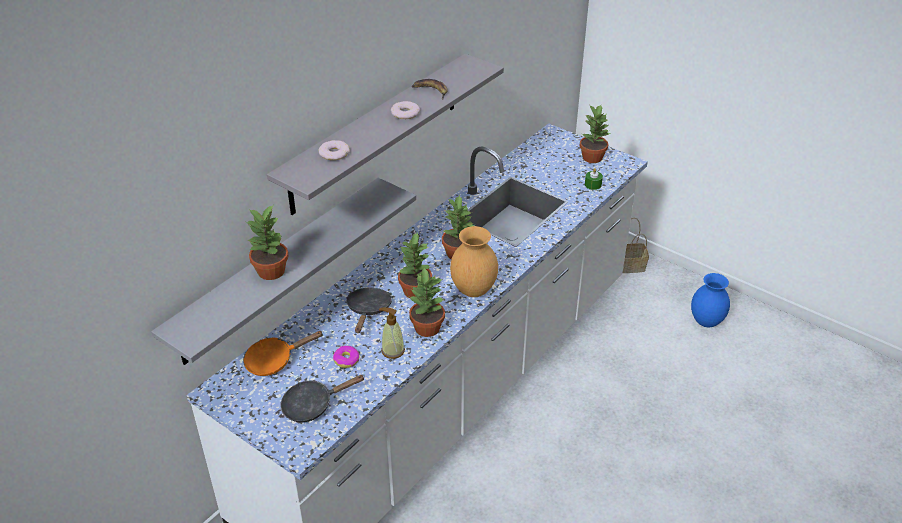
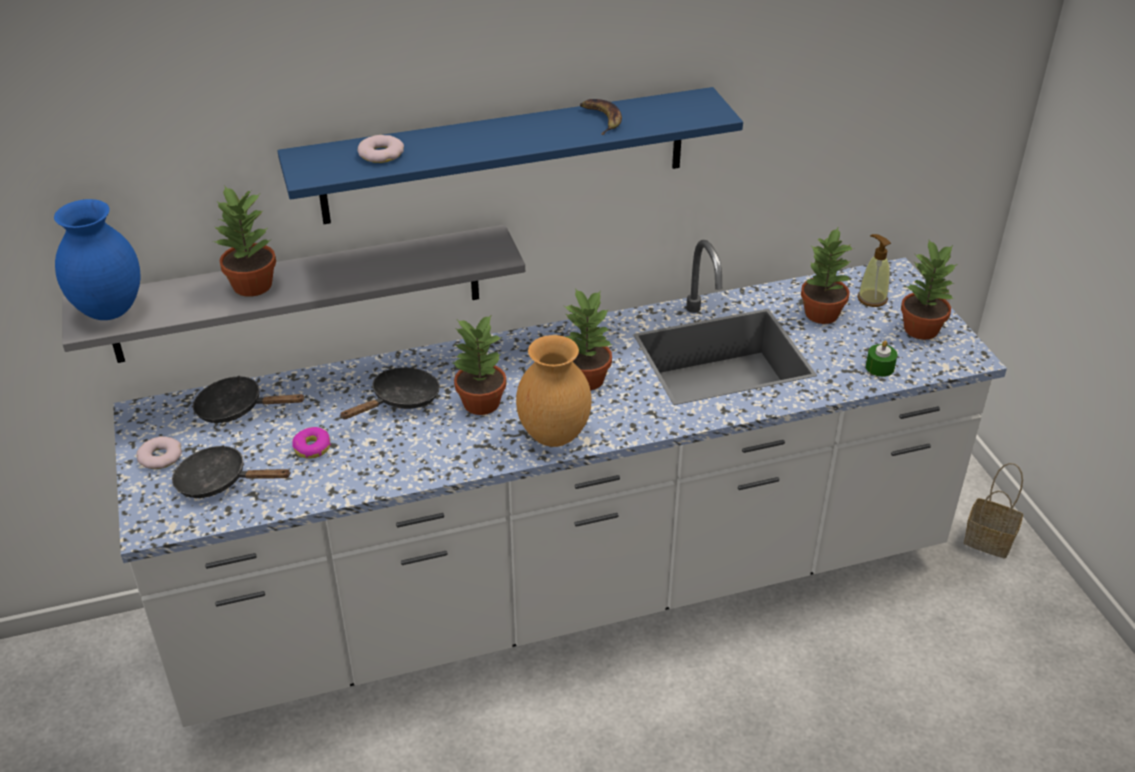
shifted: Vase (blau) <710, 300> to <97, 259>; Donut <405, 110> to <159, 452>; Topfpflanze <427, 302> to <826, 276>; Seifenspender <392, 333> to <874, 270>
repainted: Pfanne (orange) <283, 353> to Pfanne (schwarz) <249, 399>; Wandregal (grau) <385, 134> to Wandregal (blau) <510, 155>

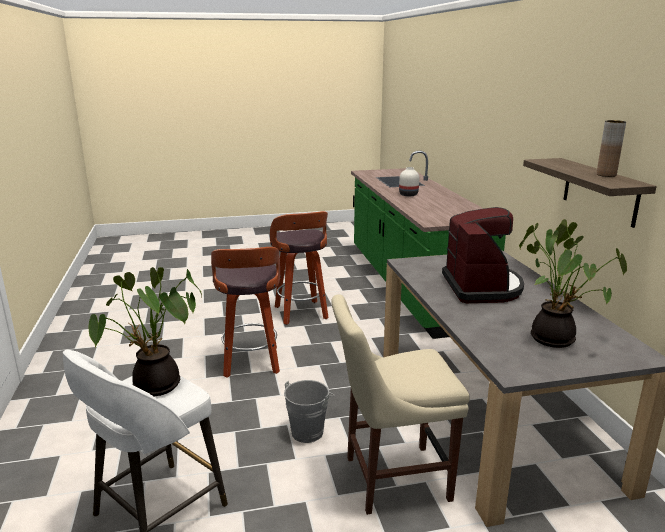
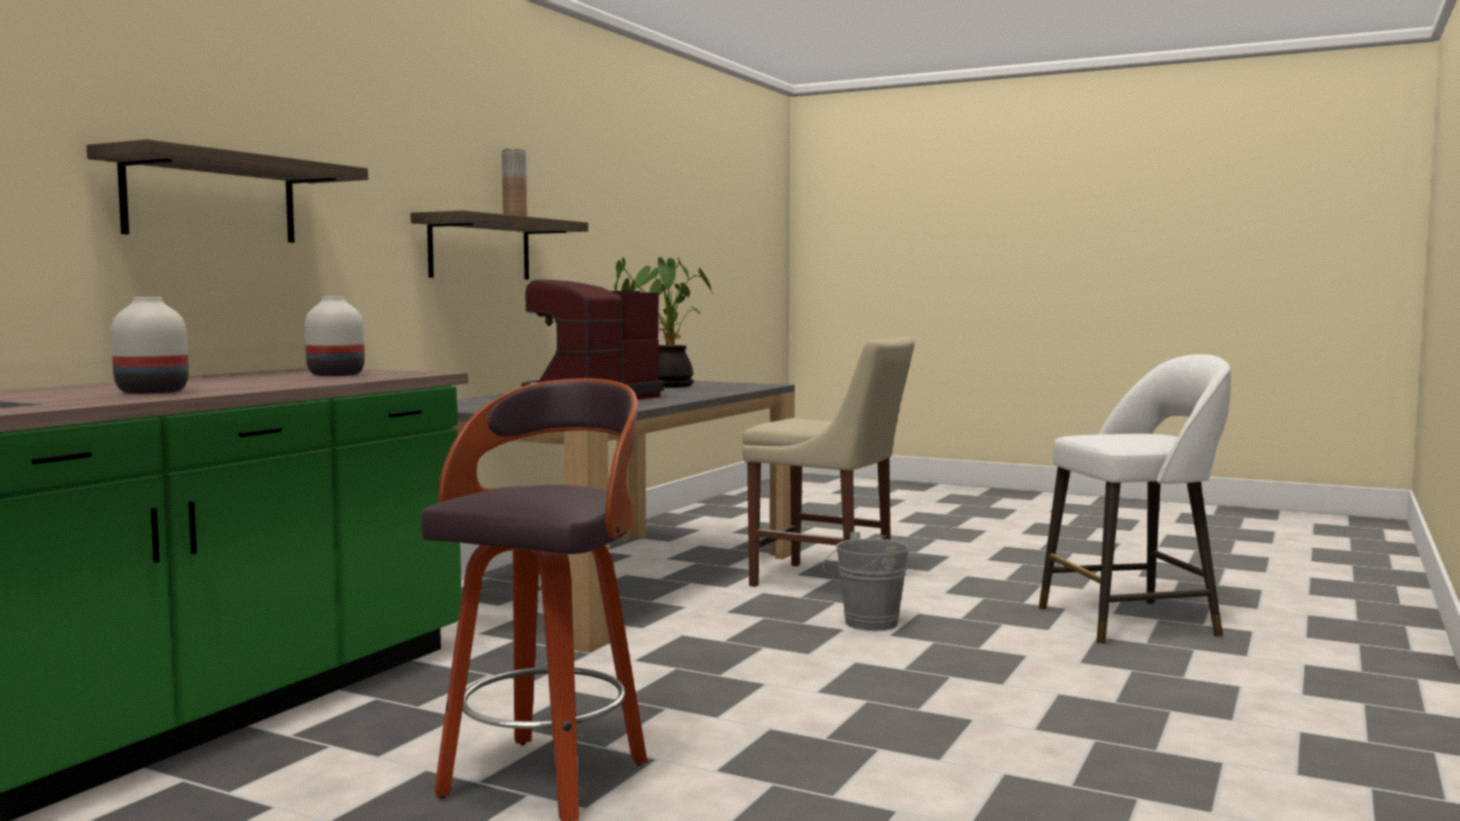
gone: Topfpflanze <145, 331>; Hocker <246, 312>
new: Wandregal <227, 191>; Vase (weiß) <335, 336>

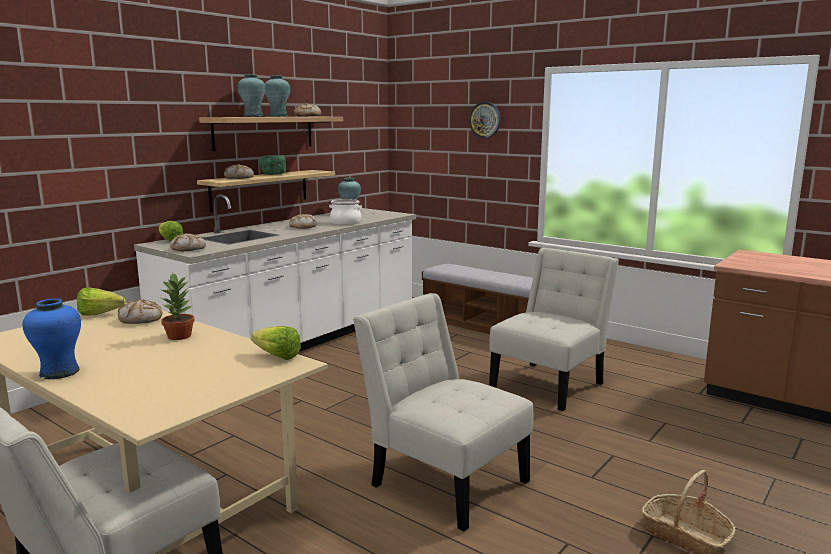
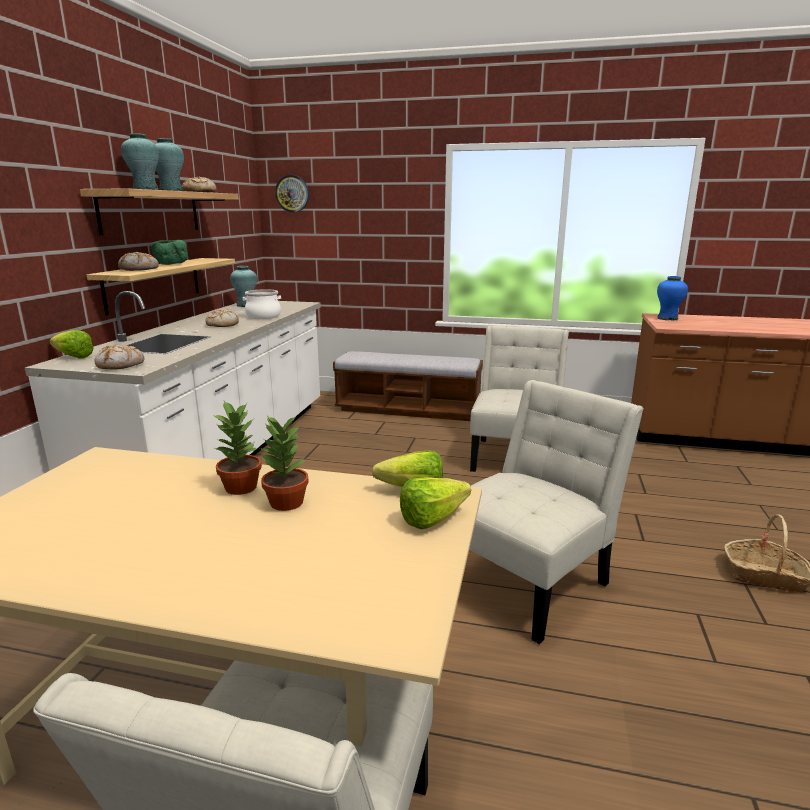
gone: Brot <140, 311>
new: Topfpflanze <284, 463>
shifted: Wanduhr <485, 120> to <292, 194>; Salatkopf <101, 302> to <435, 503>; Vase (blau) <52, 338> to <672, 298>
rotated: Stuhl (weiß) <443, 412> = <556, 512> 120 degrees clockwise

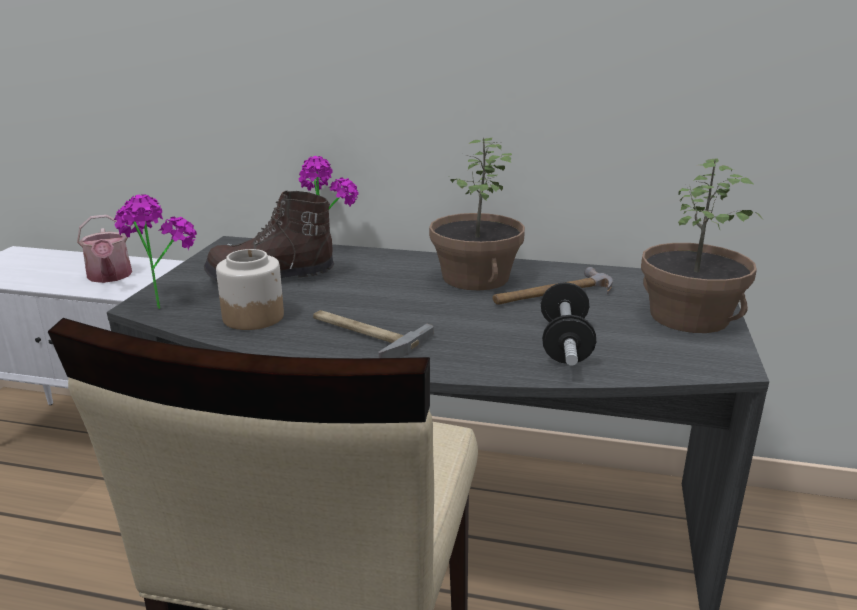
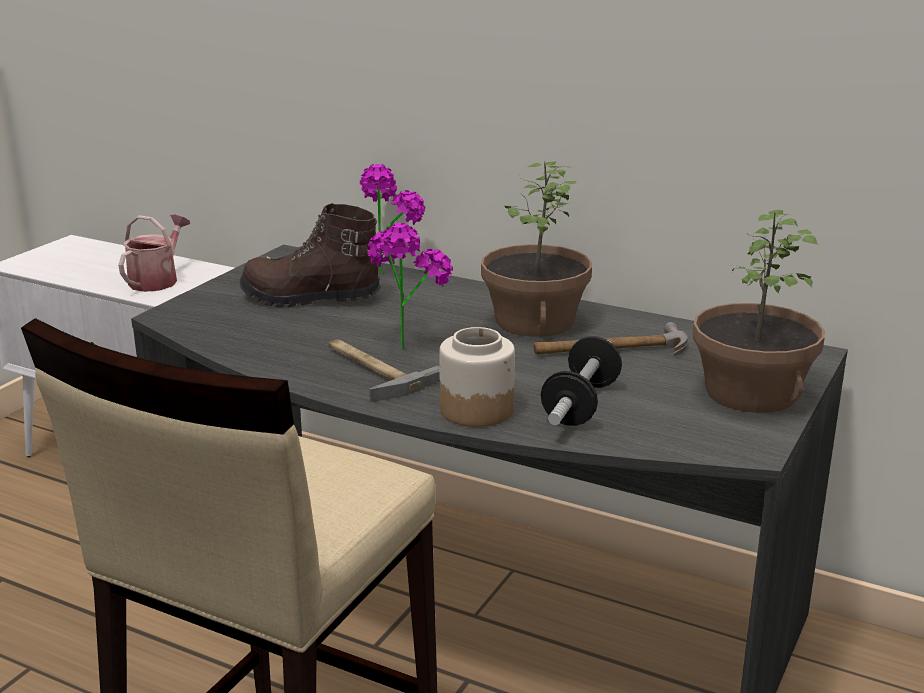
shifted: Topfpflanze <155, 251> to <410, 286>; Vorratsglas <250, 289> to <477, 377>
rotated: Gießkanne <104, 249> = <154, 253> 150 degrees counterclockwise

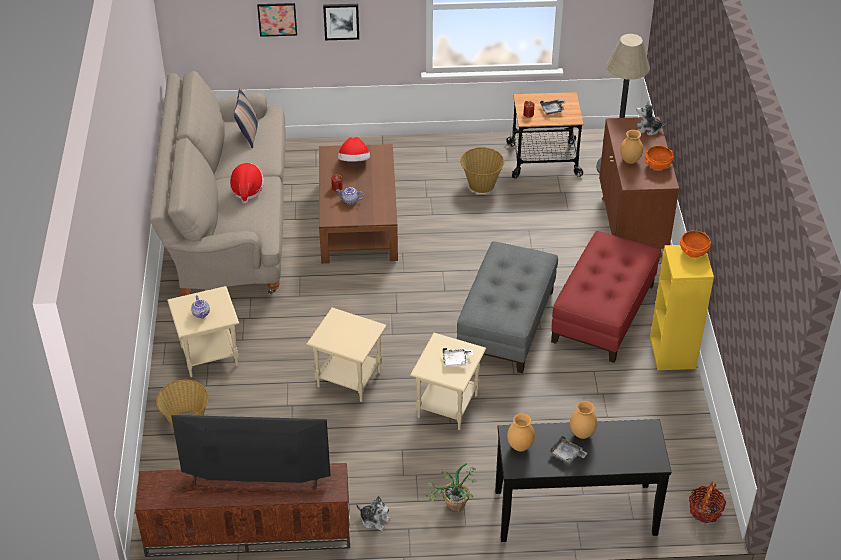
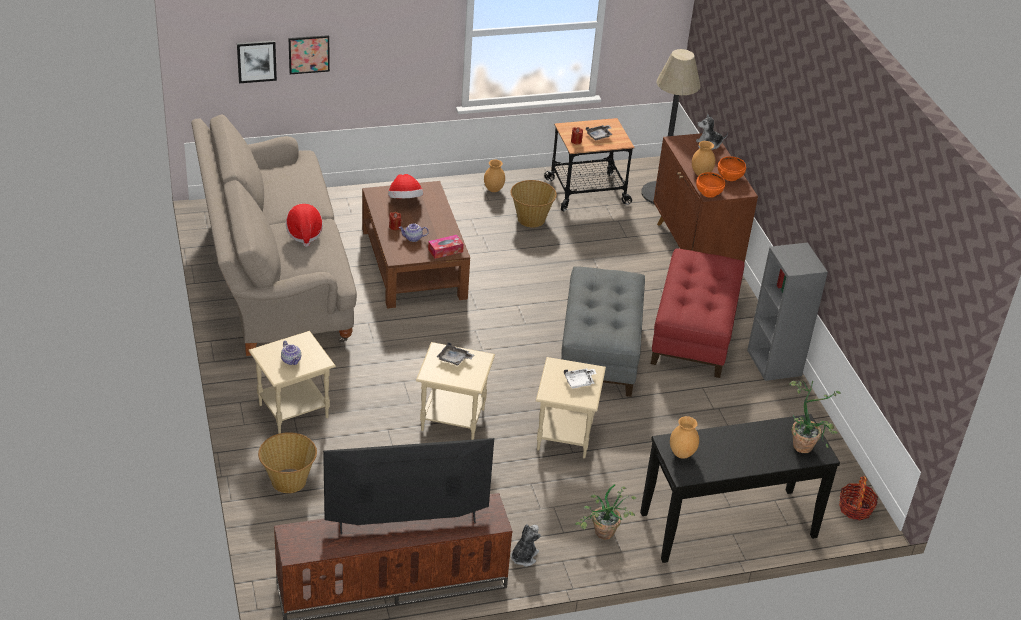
gone: Kissen <246, 117>
new: Taschentuchbox <446, 247>; Topfpflanze <815, 417>
shifted: Bild <341, 22> to <257, 61>; Tablett (grau) <568, 449> to <455, 354>; Vase (braun) <583, 420> to <494, 176>; Schüssel (orange) <695, 244> to <710, 185>
repainted: Bücherregal (gelb) <682, 307> to Bücherregal (grau) <787, 312>
rotated: Plüschtier <373, 513> = <526, 545> 75 degrees counterclockwise

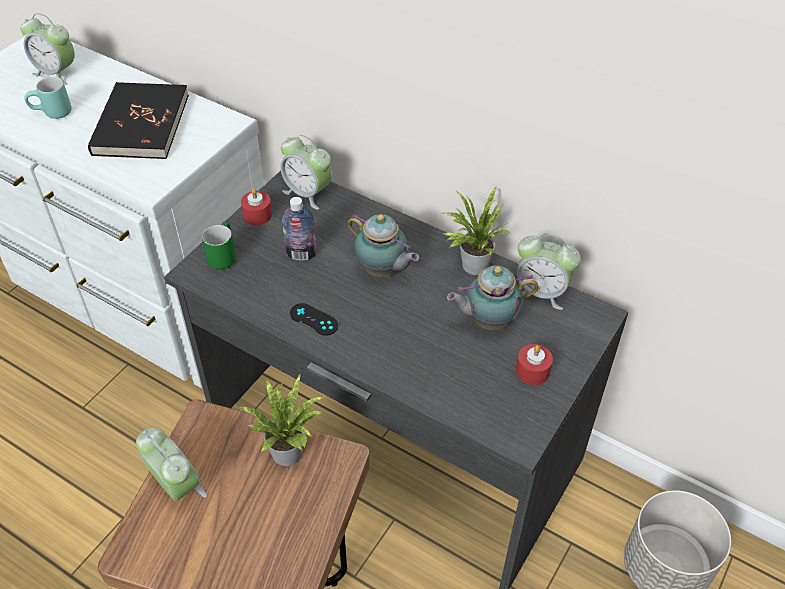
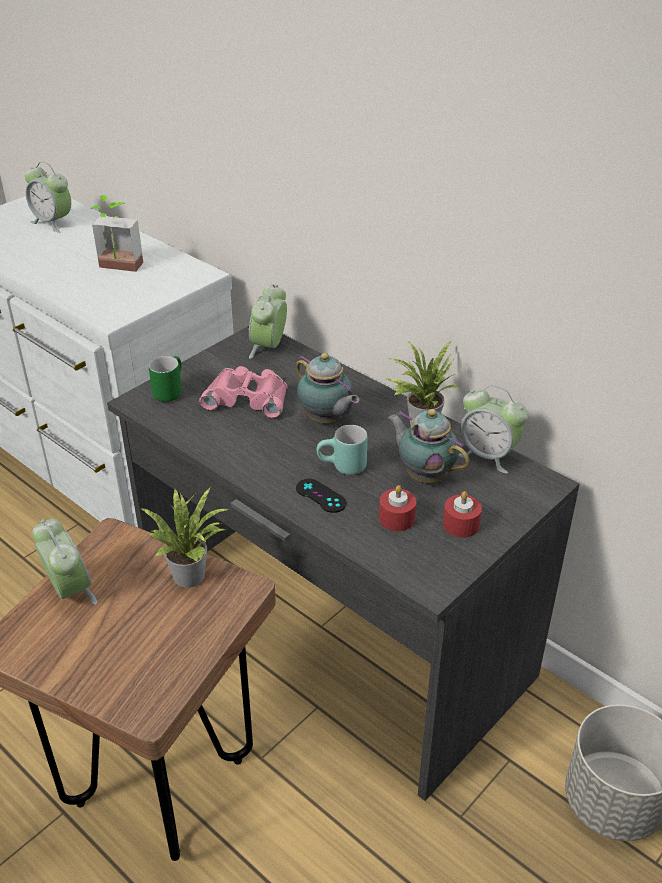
shifted: Gamepad (schwarz) <314, 319> to <321, 496>; Henkelbecher (türkis) <48, 98> to <342, 450>; Kerze (rot) <256, 206> to <397, 508>
swapped: Buch (schwarz) <138, 120> to Topfpflanze <117, 233>; Flasche <299, 229> to Fernglas (rosa) <243, 392>
rotated: Wecker <306, 172> = <268, 321> 60 degrees clockwise; Teekanne <493, 297> = <429, 446> 45 degrees clockwise

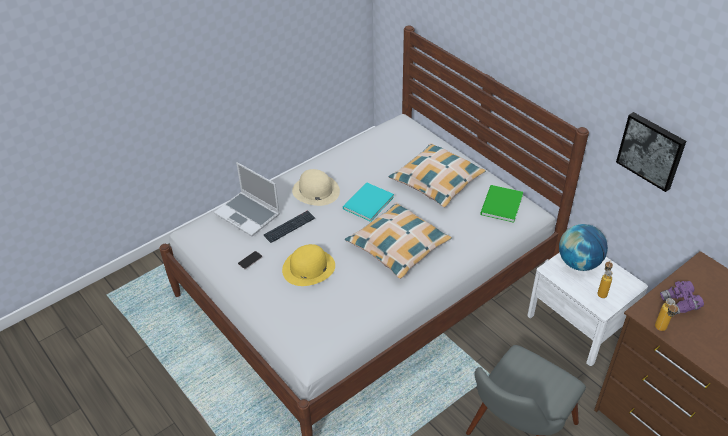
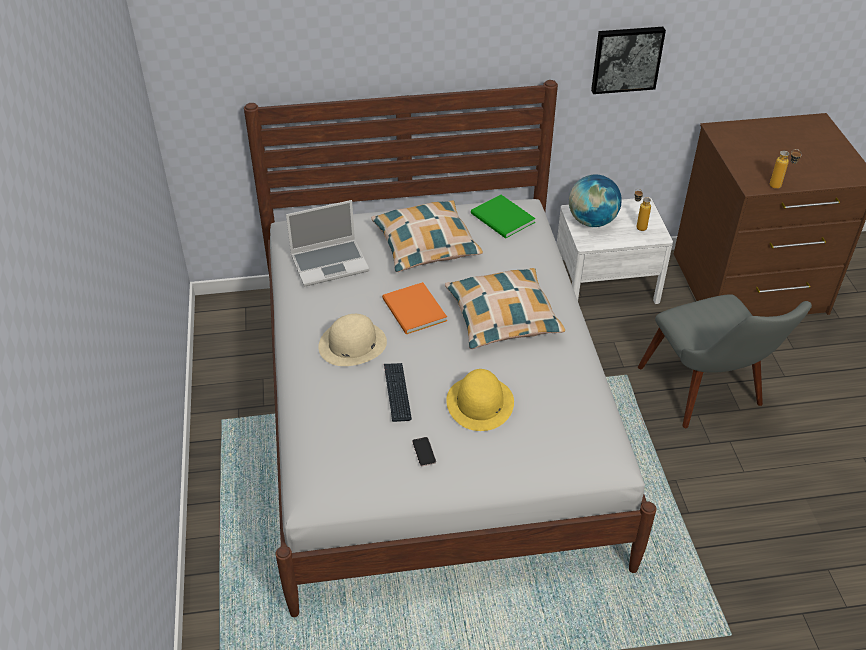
gone: Fernglas (lila) <682, 298>
shifted: Laptop <247, 199> to <327, 243>
repainted: Buch (türkis) <368, 202> to Buch (orange) <414, 308>

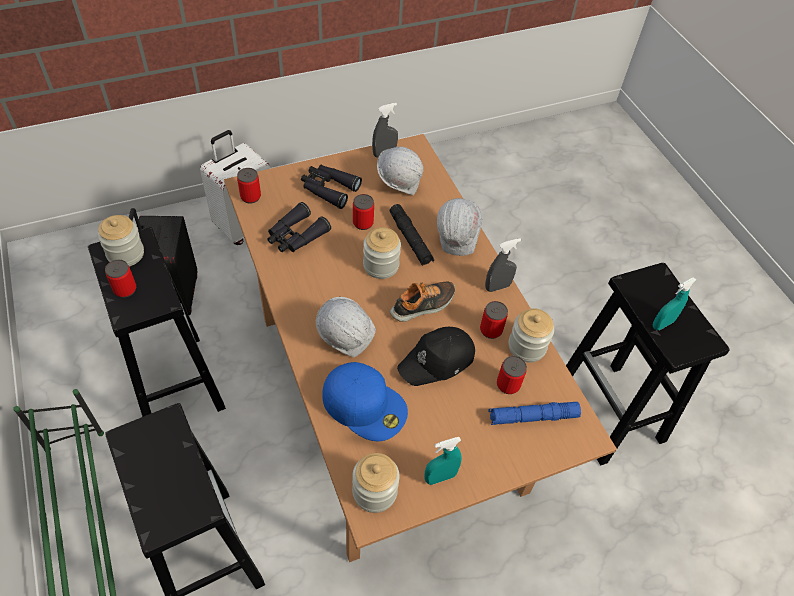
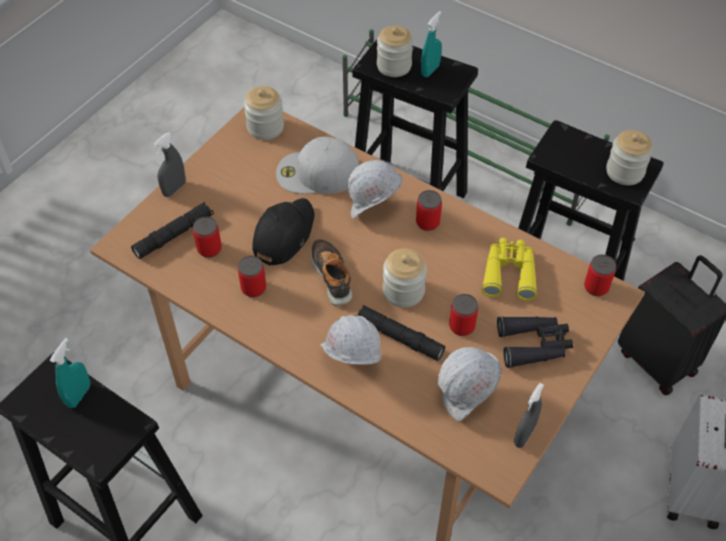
shifted: Sprühflasche (grau) <503, 265> to <169, 165>; Vorratsglas <531, 335> to <395, 51>; Dose <120, 279> to <429, 210>; Sprühflasche (türkis) <443, 461> to <431, 44>
repainted: Taschenlampe (blau) <534, 413> to Taschenlampe (schwarz) <172, 230>; Kappe (blau) <365, 401> to Kappe (weiß) <317, 165>; Fernglas (schwarz) <299, 227> to Fernglas (gelb) <509, 269>
rotated: Schuh <422, 302> = <331, 272> 135 degrees clockwise

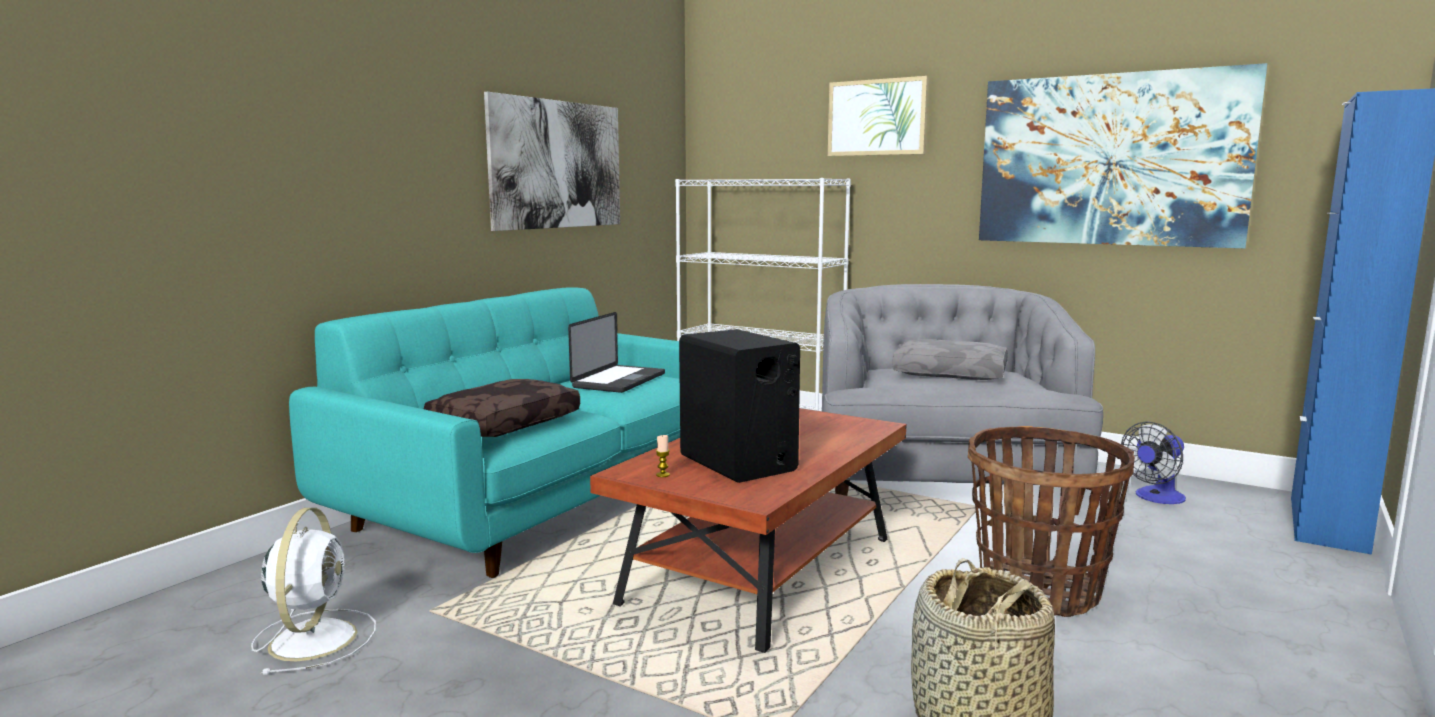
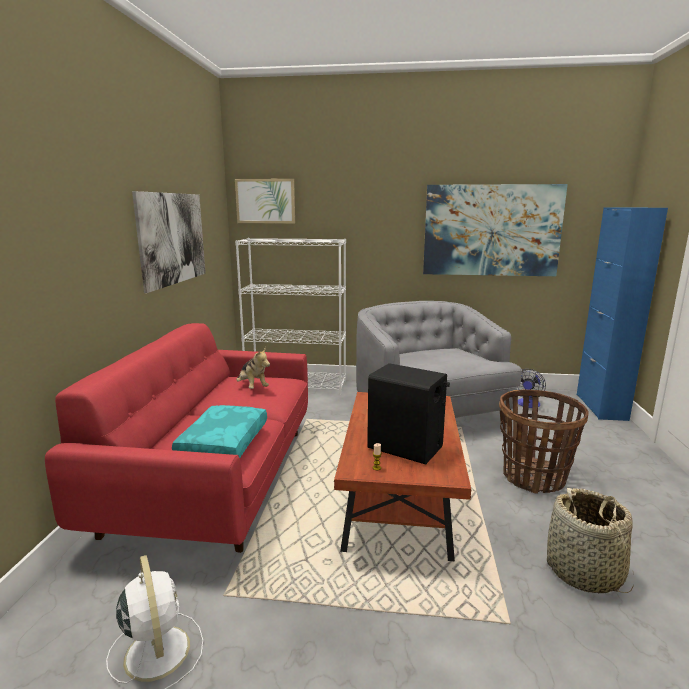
gone: Kissen (grau) <950, 359>
shifted: Bild <878, 116> to <265, 201>
swapped: Laptop <616, 352> to Plüschtier <253, 368>
repainted: Sofa (türkis) <484, 432> to Sofa (rot) <176, 438>; Kissen (braun) <502, 408> to Kissen (türkis) <219, 431>

